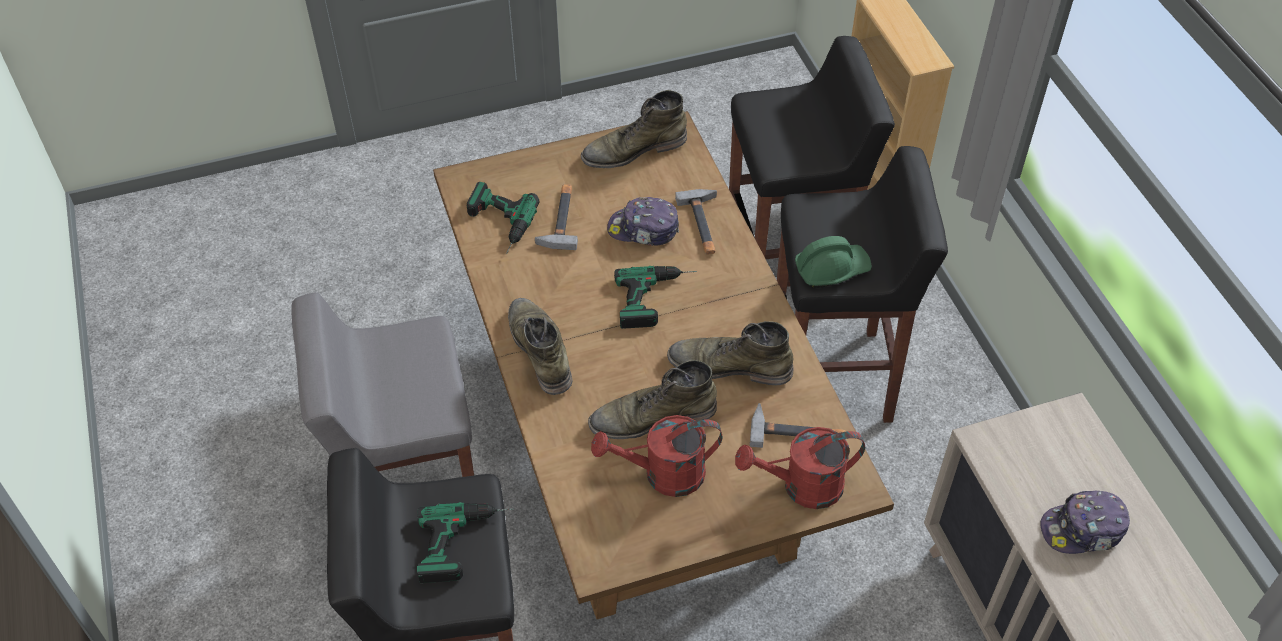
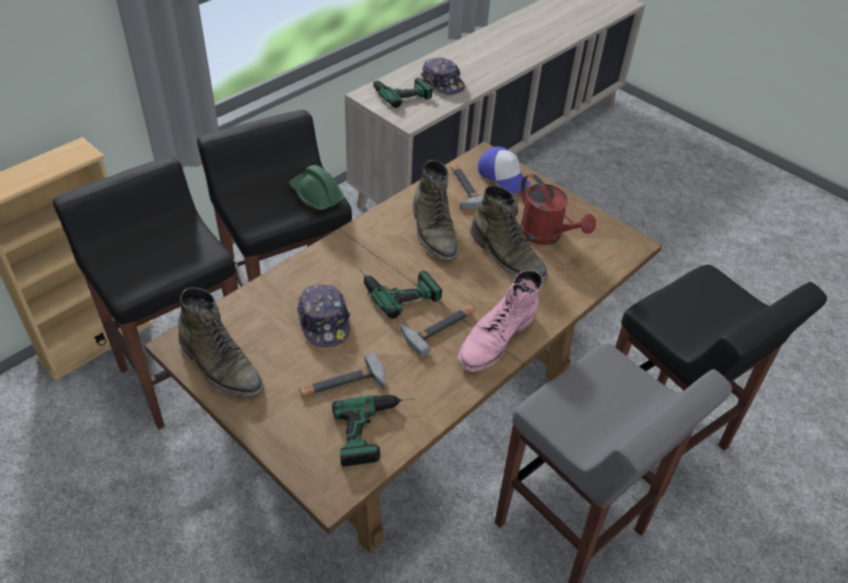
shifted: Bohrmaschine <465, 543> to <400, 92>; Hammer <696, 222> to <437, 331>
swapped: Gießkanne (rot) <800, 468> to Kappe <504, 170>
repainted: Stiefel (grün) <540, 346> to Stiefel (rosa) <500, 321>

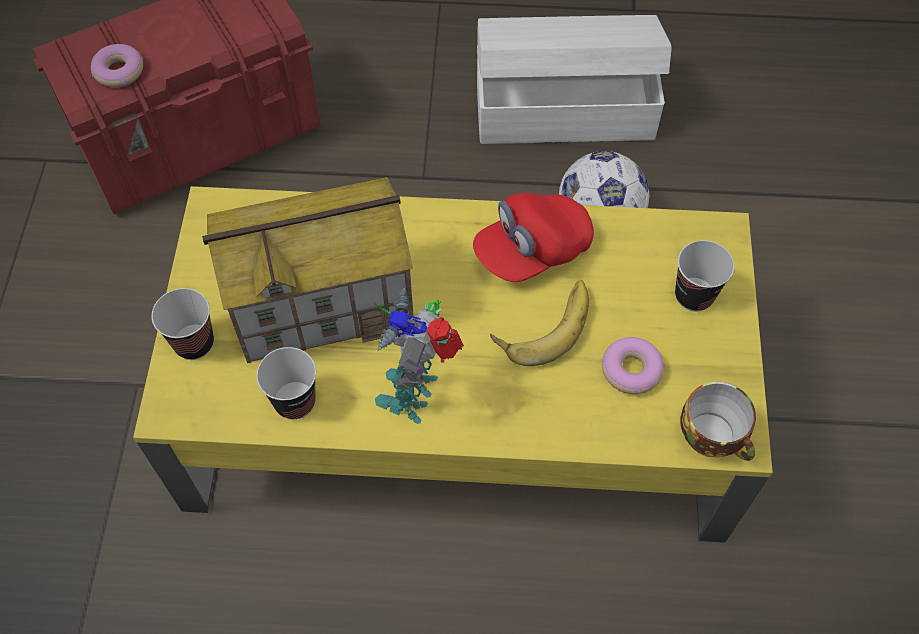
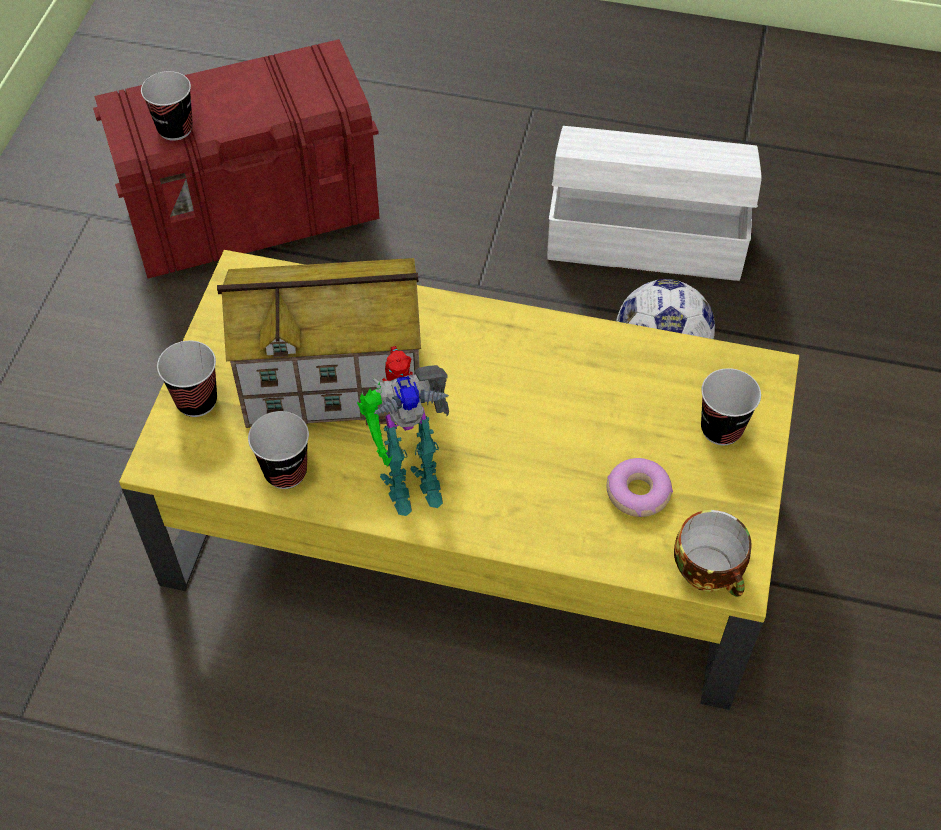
gone: Kappe (rot) <533, 237>; Banane <539, 323>
swapped: Donut <117, 65> to Tasse <167, 106>
rotated: Spielzeugroboter <419, 356> = <403, 431> 135 degrees counterclockwise

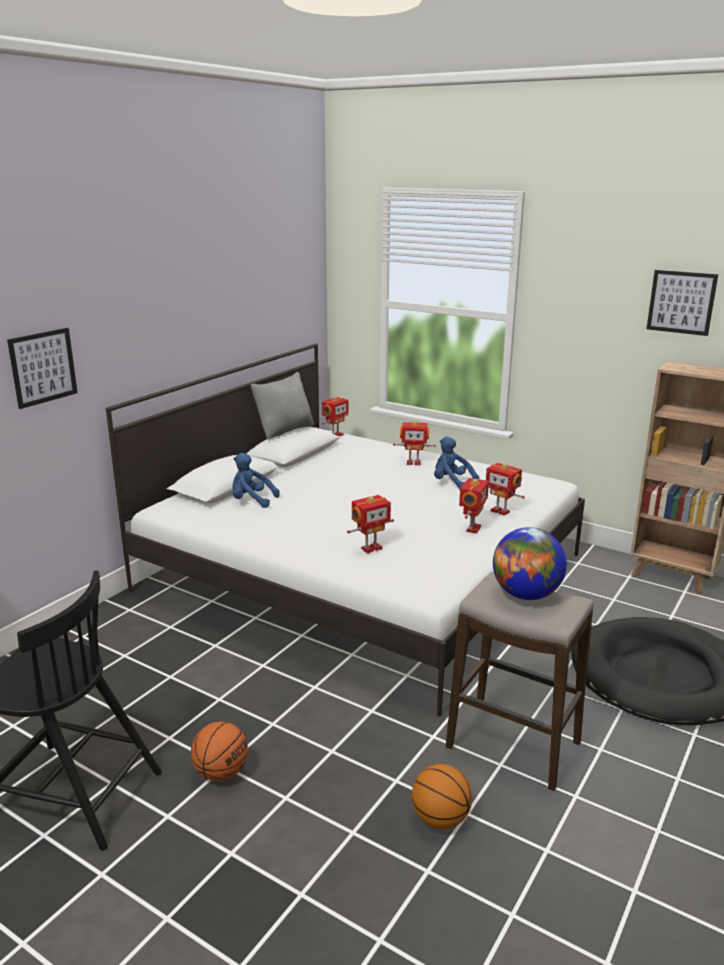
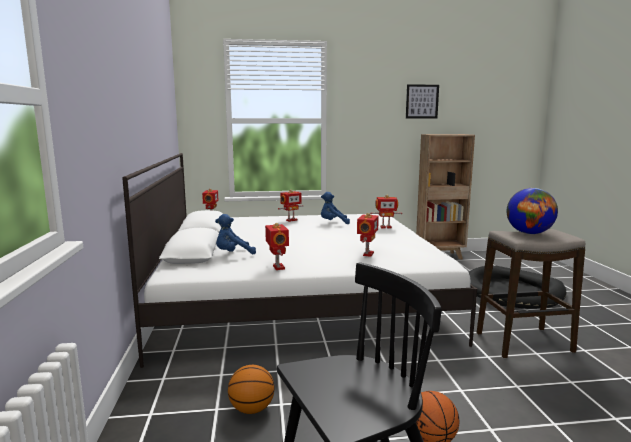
gone: Bild <42, 368>; Kissen (grau) <282, 405>
shifted: Basketball <442, 796> to <251, 389>; Spielzeugroboter <474, 506> to <277, 246>

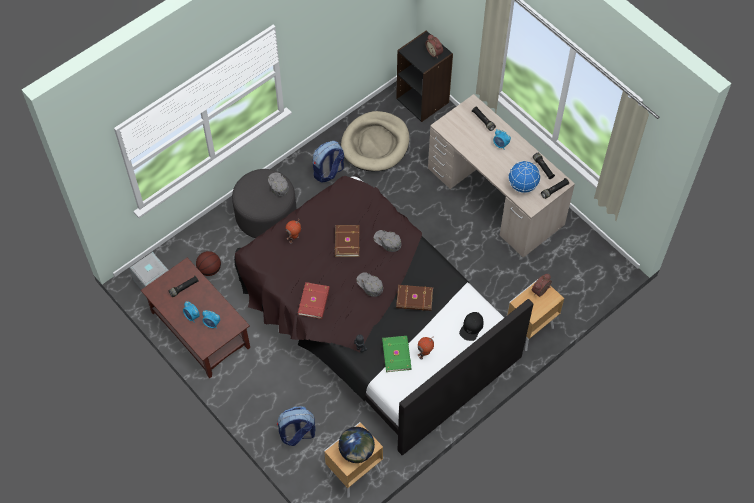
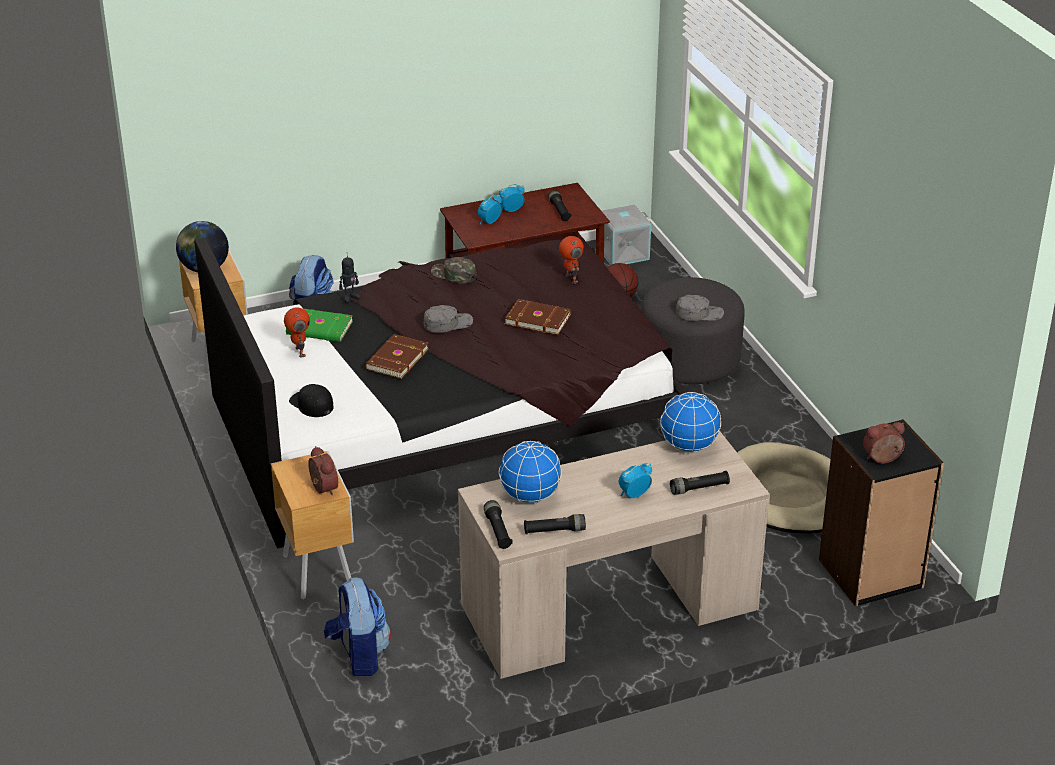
gone: Kappe (grau) <387, 241>
new: Globus <690, 422>
shifted: Rucksack <328, 161> to <357, 627>
swapped: Buch (rot) <314, 300> to Kappe (grün) <453, 270>

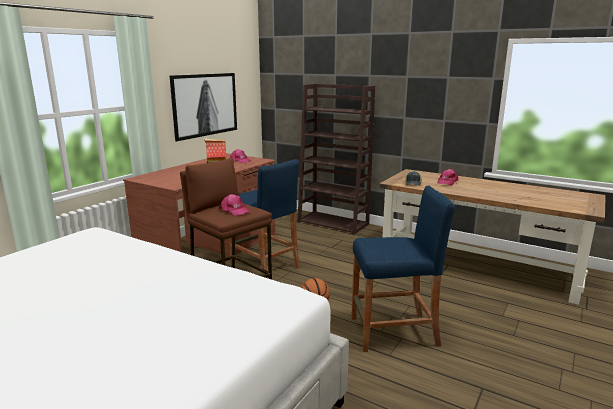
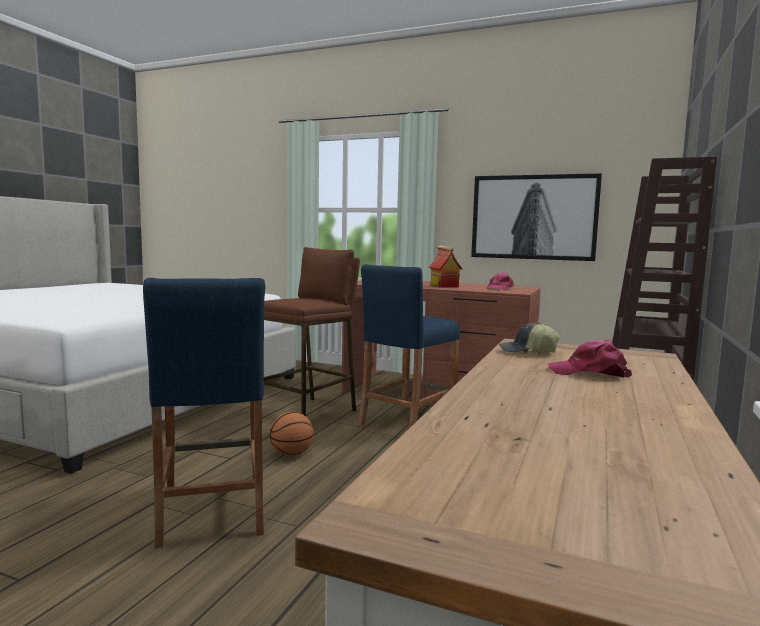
gone: Kappe (rosa) <234, 205>

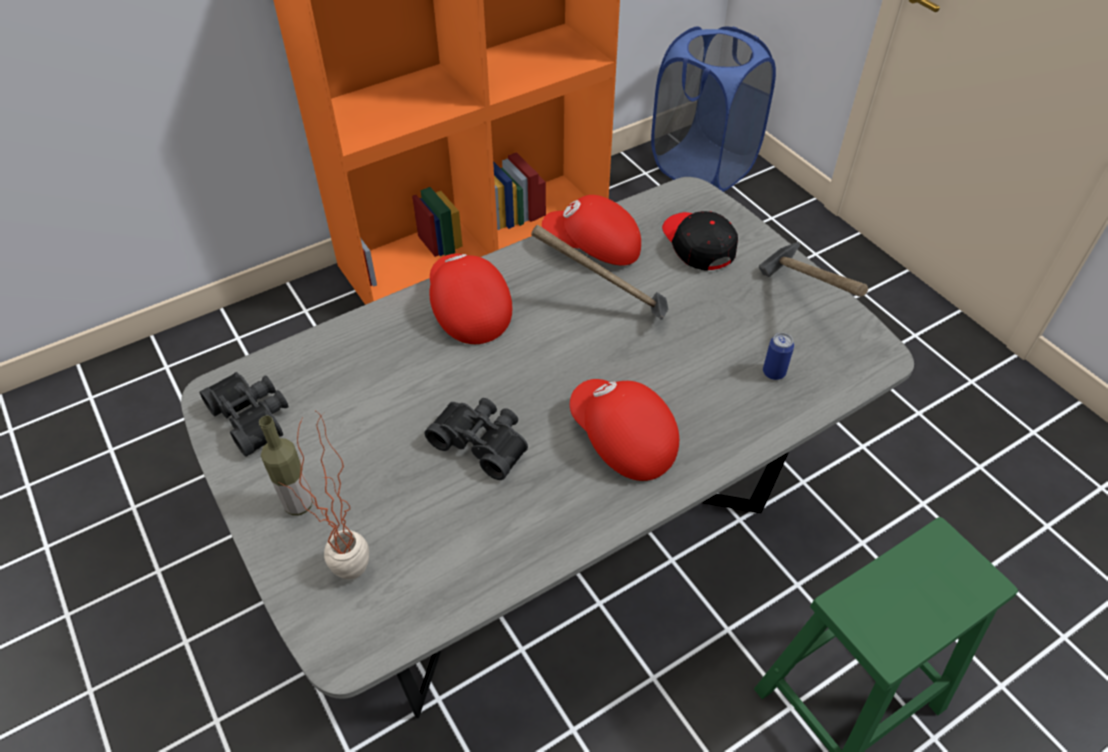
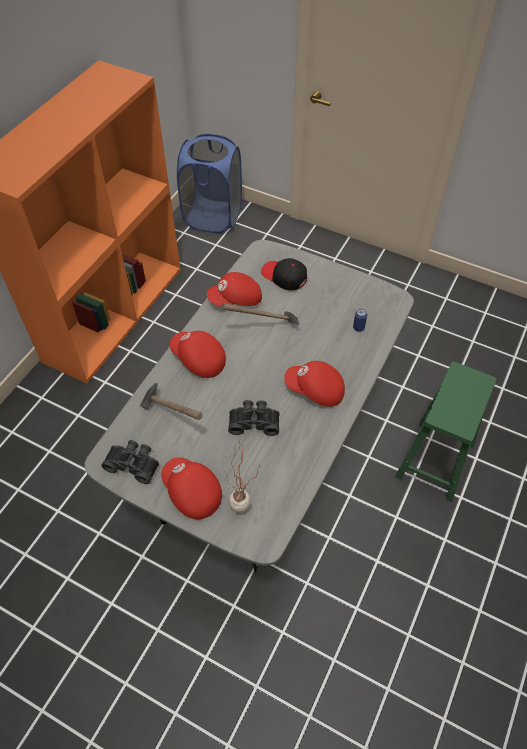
shifted: Hammer <813, 269> to <171, 401>
swapped: Flasche <286, 466> to Kappe (rot) <191, 488>

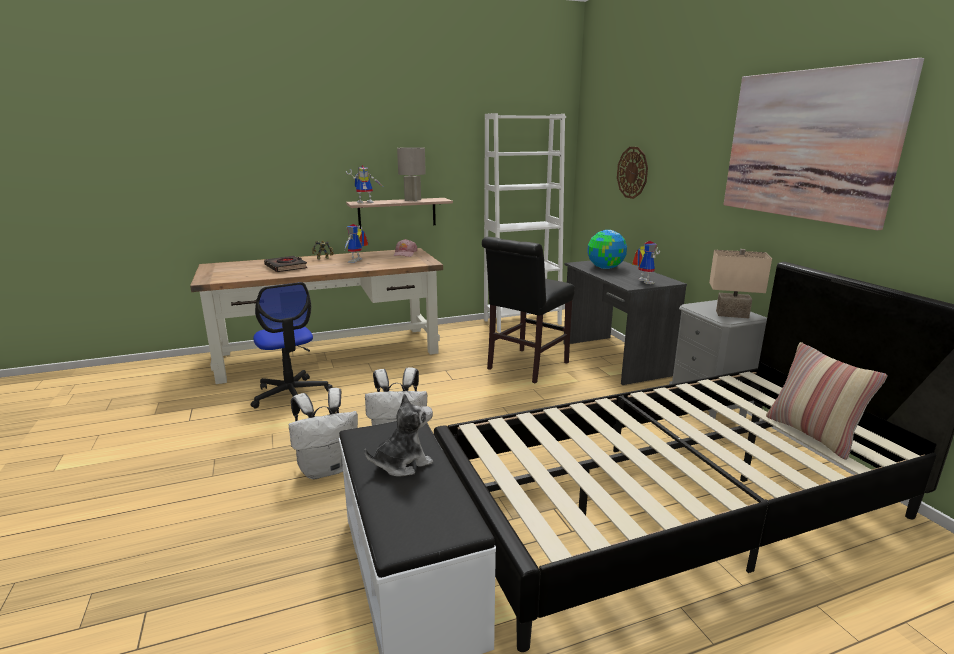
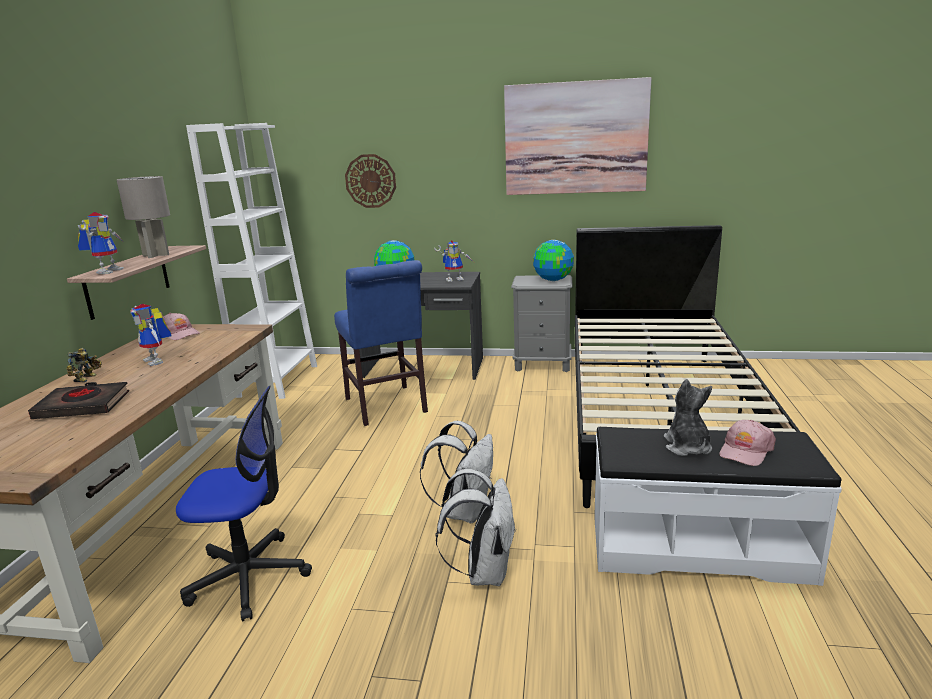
gone: Kissen <826, 401>
new: Kappe (rosa) <747, 443>
swapped: Tischlampe (beige) <740, 283> to Globus <553, 260>
repainted: Stuhl (schwarz) <528, 310> to Stuhl (blau) <381, 343>
rotated: Spielzeugroboter <646, 262> = <454, 261> 150 degrees clockwise

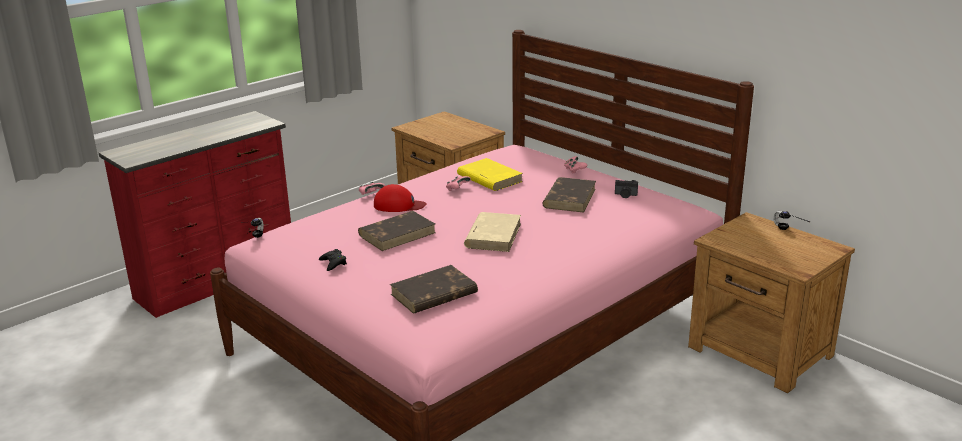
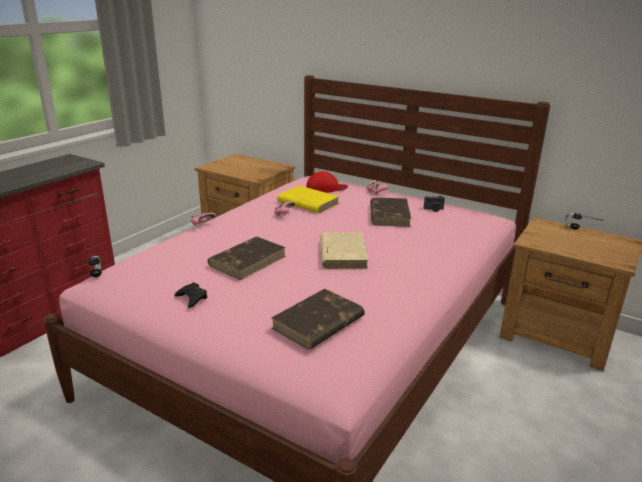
shifted: Kappe (rot) <400, 198> to <327, 182>

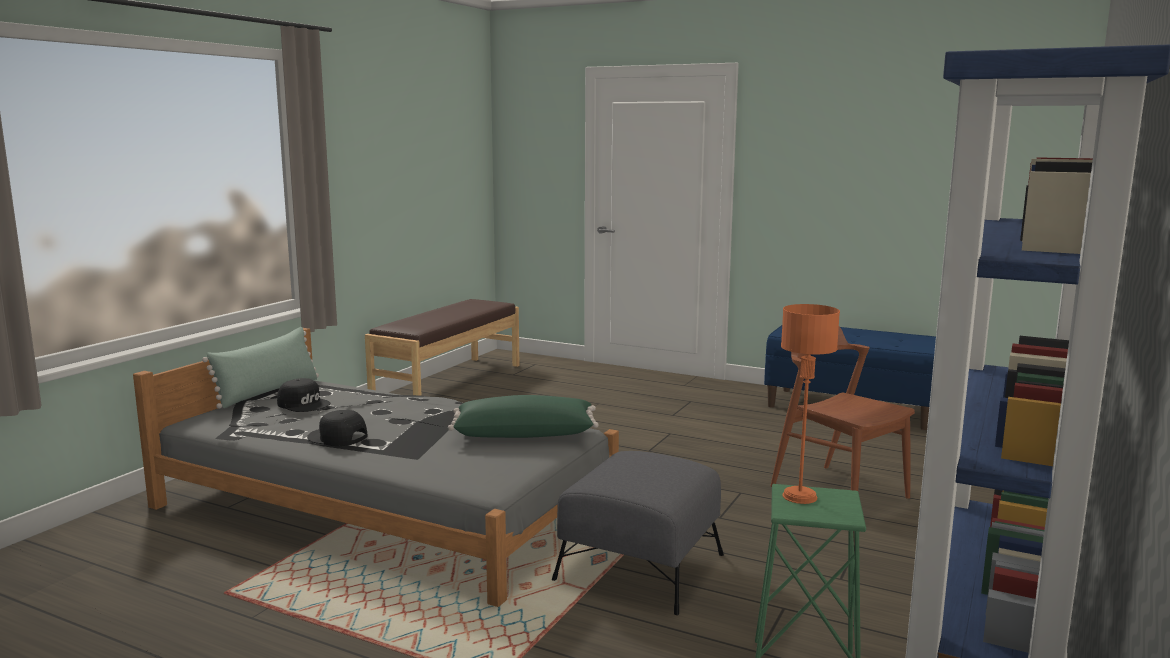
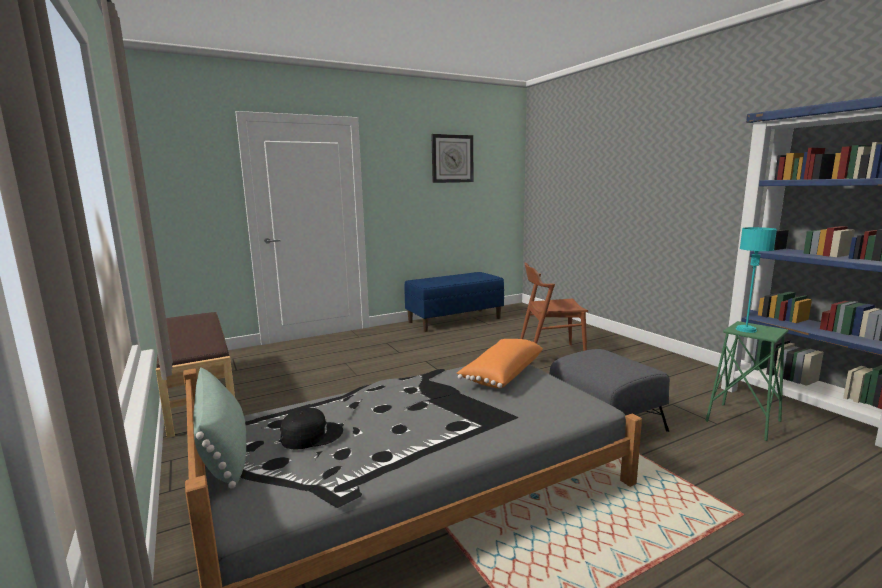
gone: Kappe (schwarz) <337, 428>
new: Wanduhr <452, 158>
repainted: Kissen (grün) <523, 416> to Kissen (orange) <500, 363>; Tischlampe (orange) <810, 404> to Tischlampe (türkis) <756, 280>

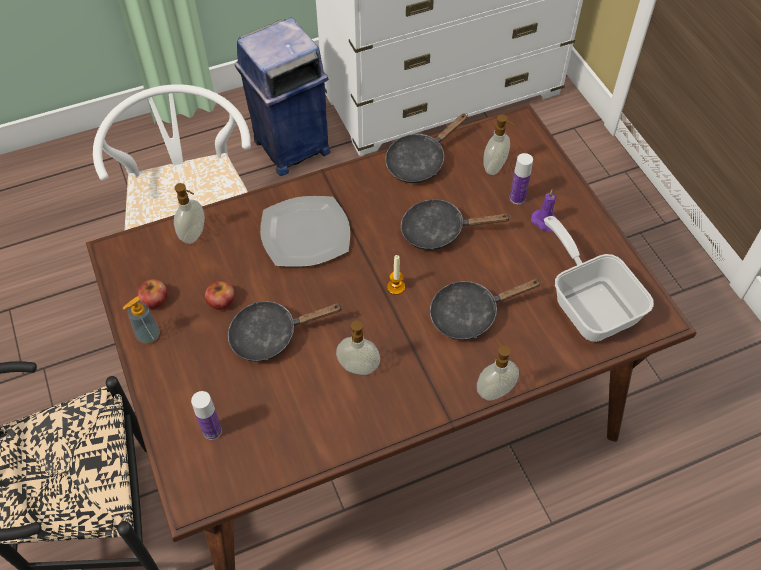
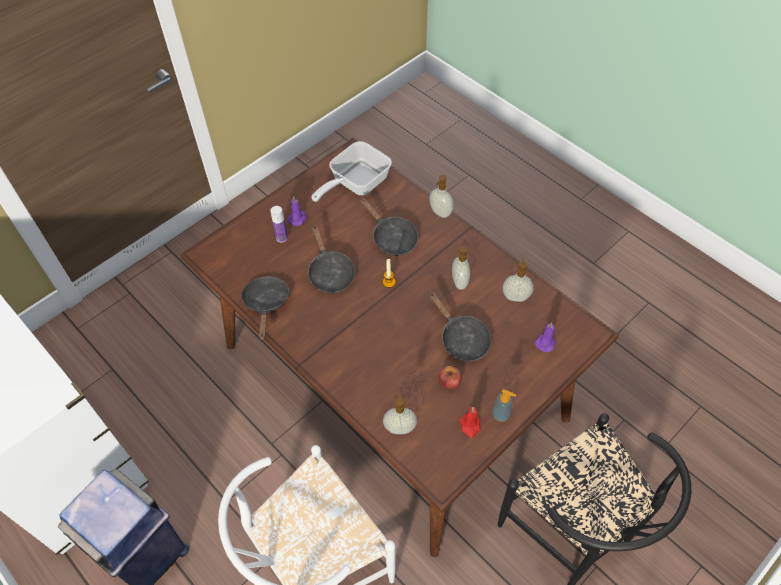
gone: Teller <305, 231>
shifted: Seifenspender <498, 144> to <518, 280>
swapped: Apfel <152, 294> to Kerze (rot) <470, 422>; Flasche <206, 415> to Kerze (lila) <545, 337>
rotated: Pfanne (schwarz) <426, 148> = <265, 308> 120 degrees counterclockwise

